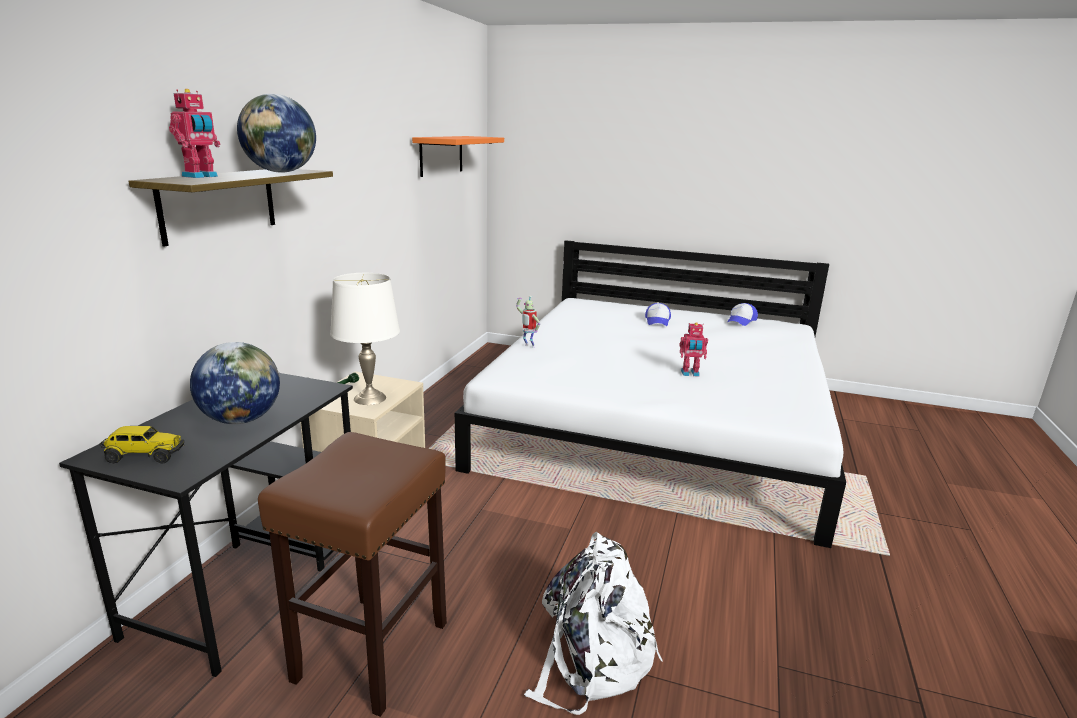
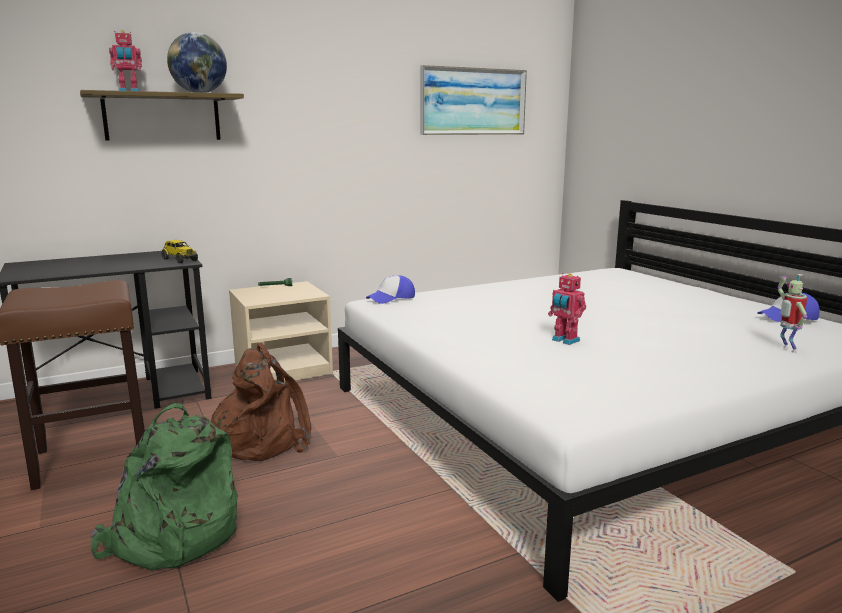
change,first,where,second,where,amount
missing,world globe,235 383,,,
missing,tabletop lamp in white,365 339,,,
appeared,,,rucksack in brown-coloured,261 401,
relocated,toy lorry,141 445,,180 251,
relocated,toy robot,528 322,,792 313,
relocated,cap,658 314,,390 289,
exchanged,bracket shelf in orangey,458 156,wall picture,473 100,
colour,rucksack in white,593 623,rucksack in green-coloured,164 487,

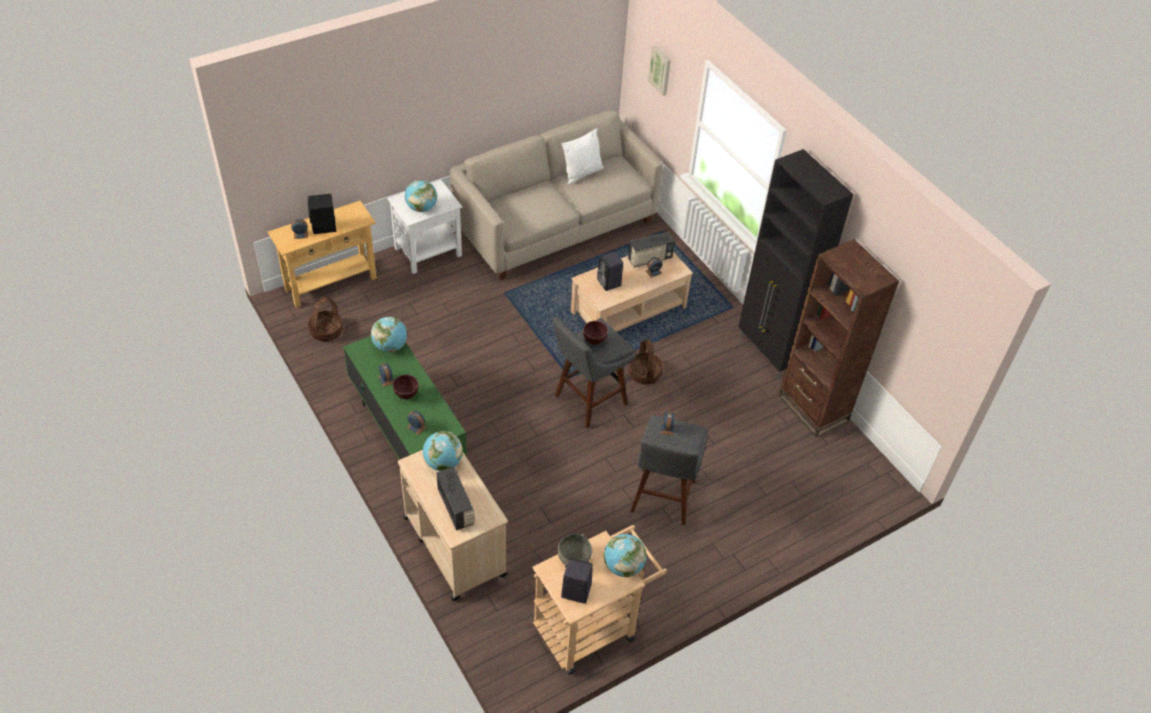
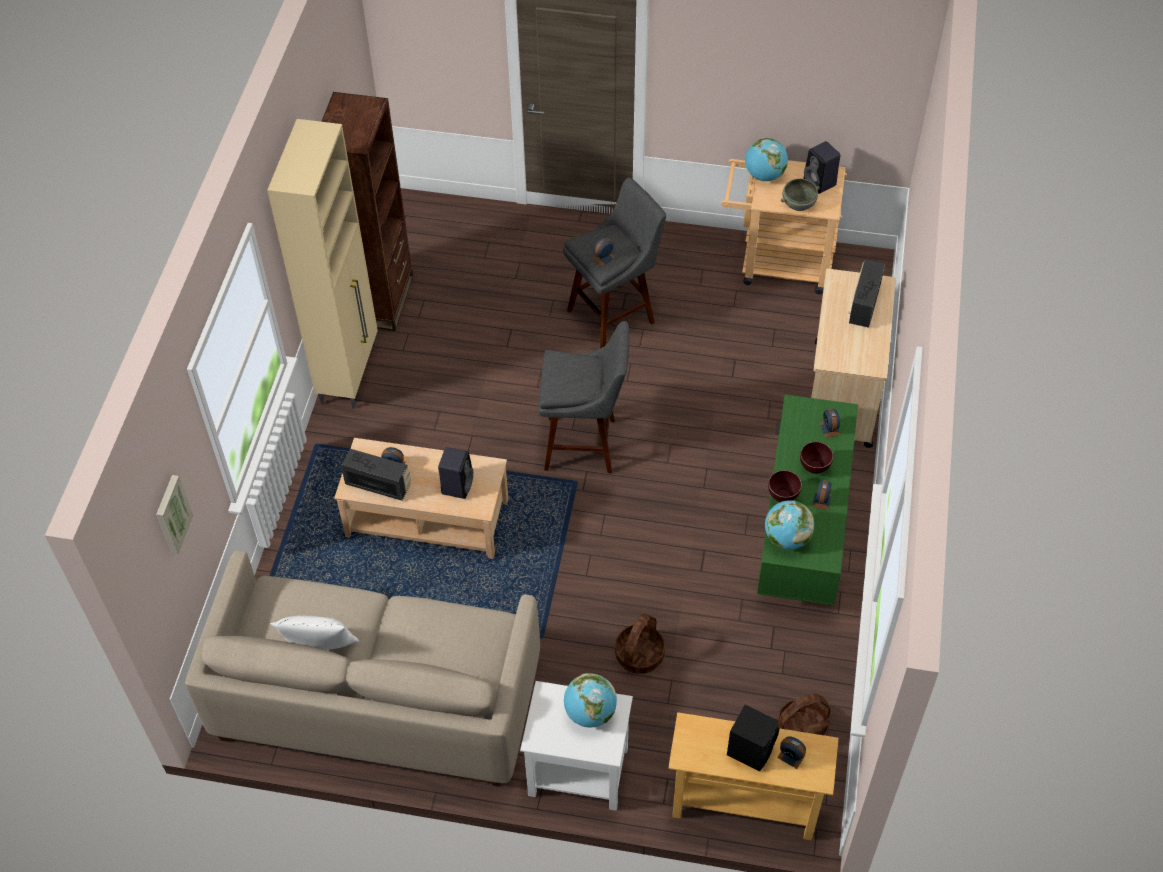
change,first,where,second,where,amount
missing,world globe,443 451,,,
relocated,deep dish in brown-coloured,595 333,,785 486,
relocated,storage basket,645 362,,640 644,
colour,cabinet in black-coloured,795 264,cabinet in sand-coloured,322 264,

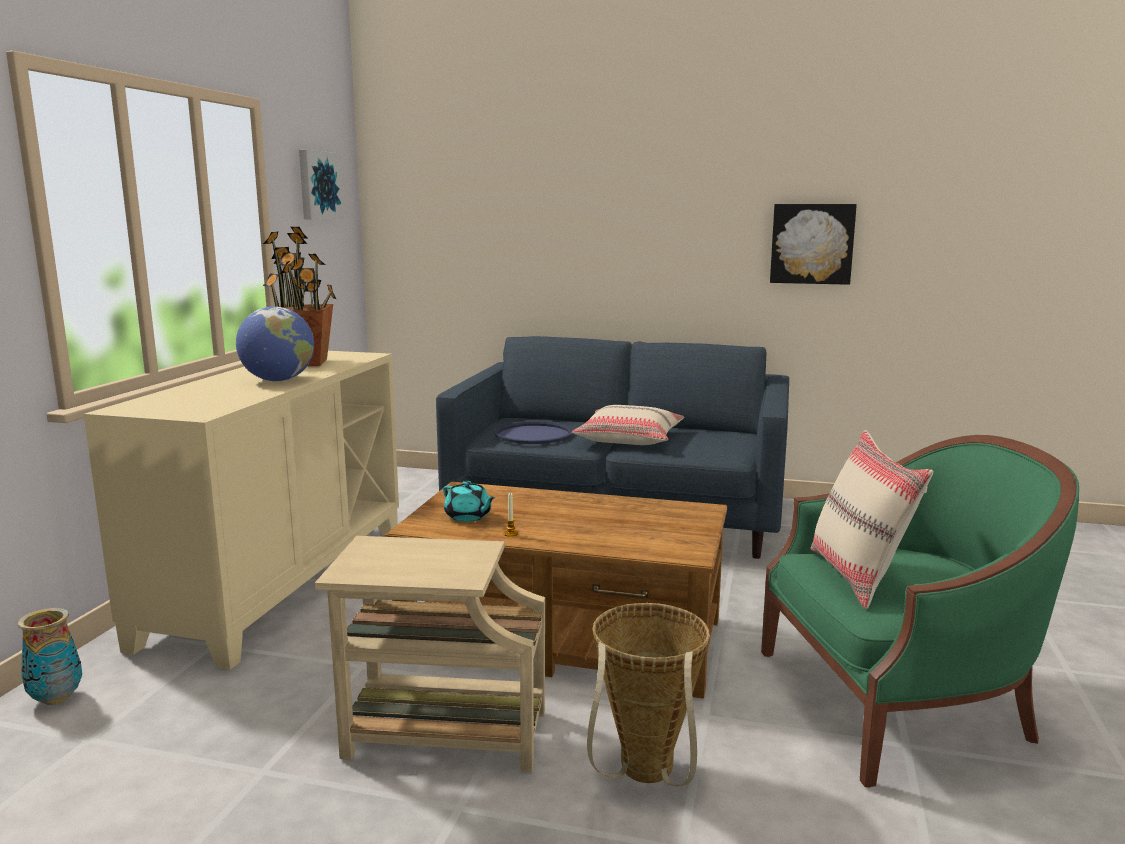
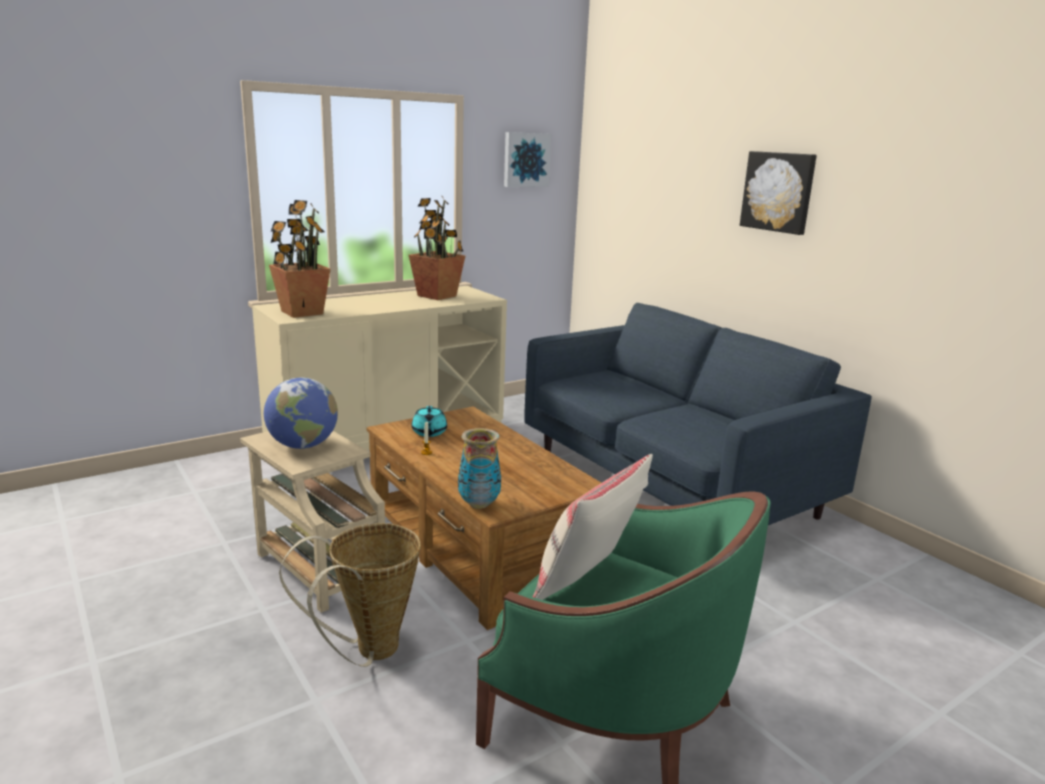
change,first,where,second,where,amount
missing,serving tray in blue,534 432,,,
missing,pillow in sand-coloured,628 425,,,
appeared,,,plant in a pot,299 259,
relocated,vase,49 656,,479 468,
relocated,world globe,275 344,,301 413,
relocated,wall picture,813 244,,778 193,

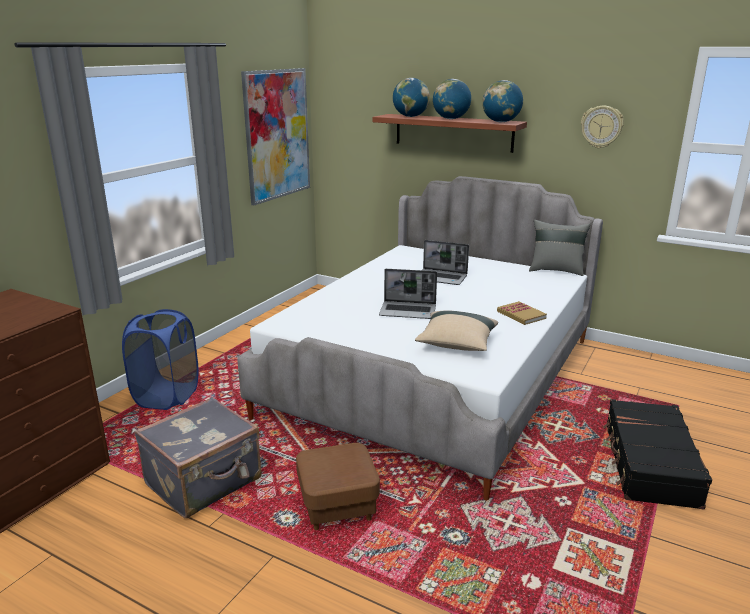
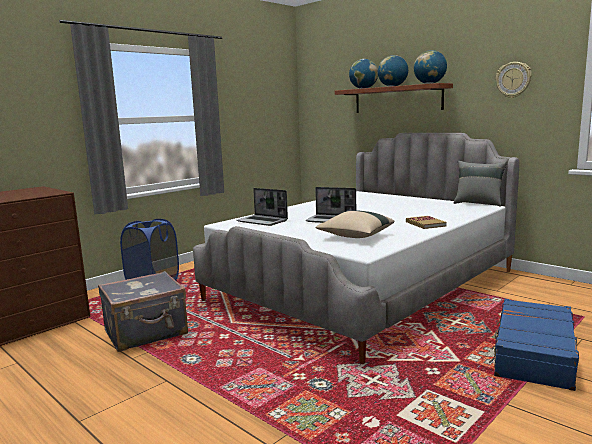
change,first,where,second,where,amount
missing,wall picture,275 136,,,
missing,ottoman in brown-coloured,338 486,,,
relocated,notebook computer,445 262,,262 207,
colour,piece of luggage in black-coloured,657 454,piece of luggage in blue,534 345,

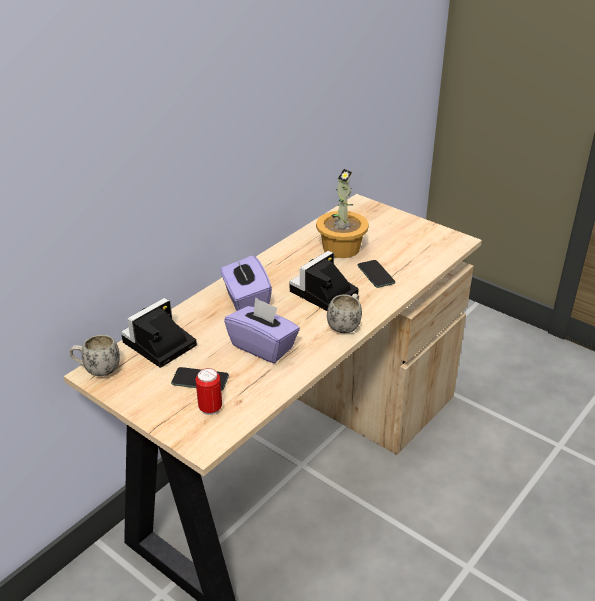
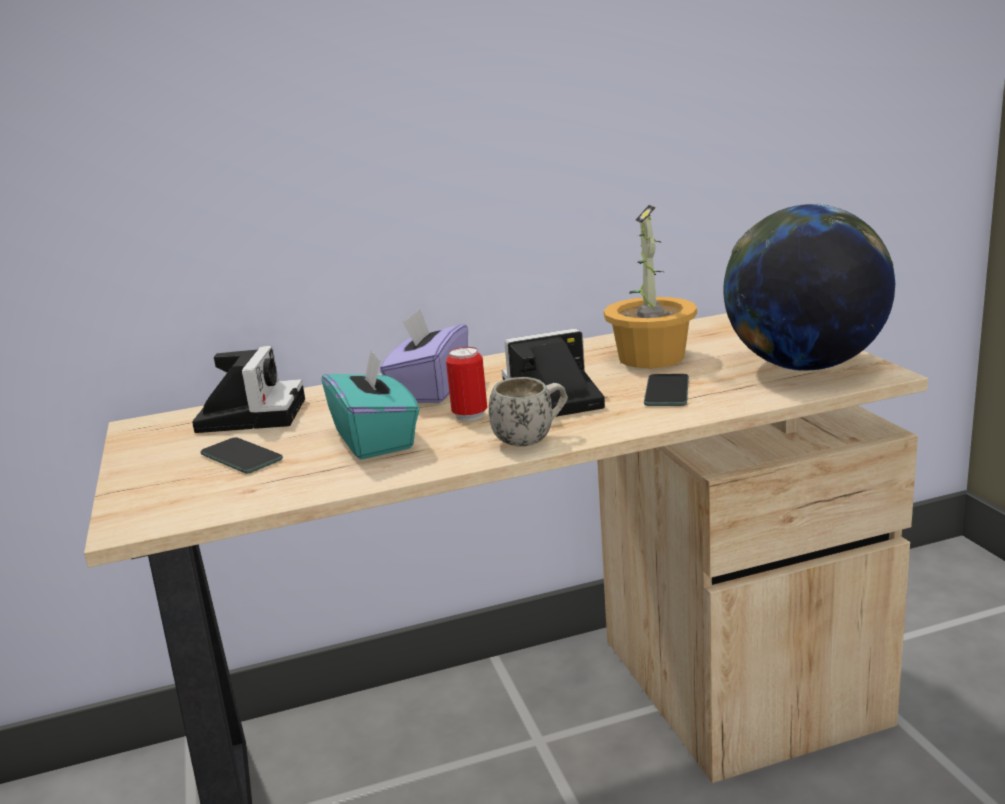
change,first,where,second,where,amount
missing,coffee mug in white,94 355,,,
appeared,,,world globe,809 287,
relocated,metal can,209 391,,466 384,
colour,box of tissues in purplish,262 330,box of tissues in turquoise-coloured,370 404,
spun,photo camera,159 333,,248 389,105 degrees clockwise

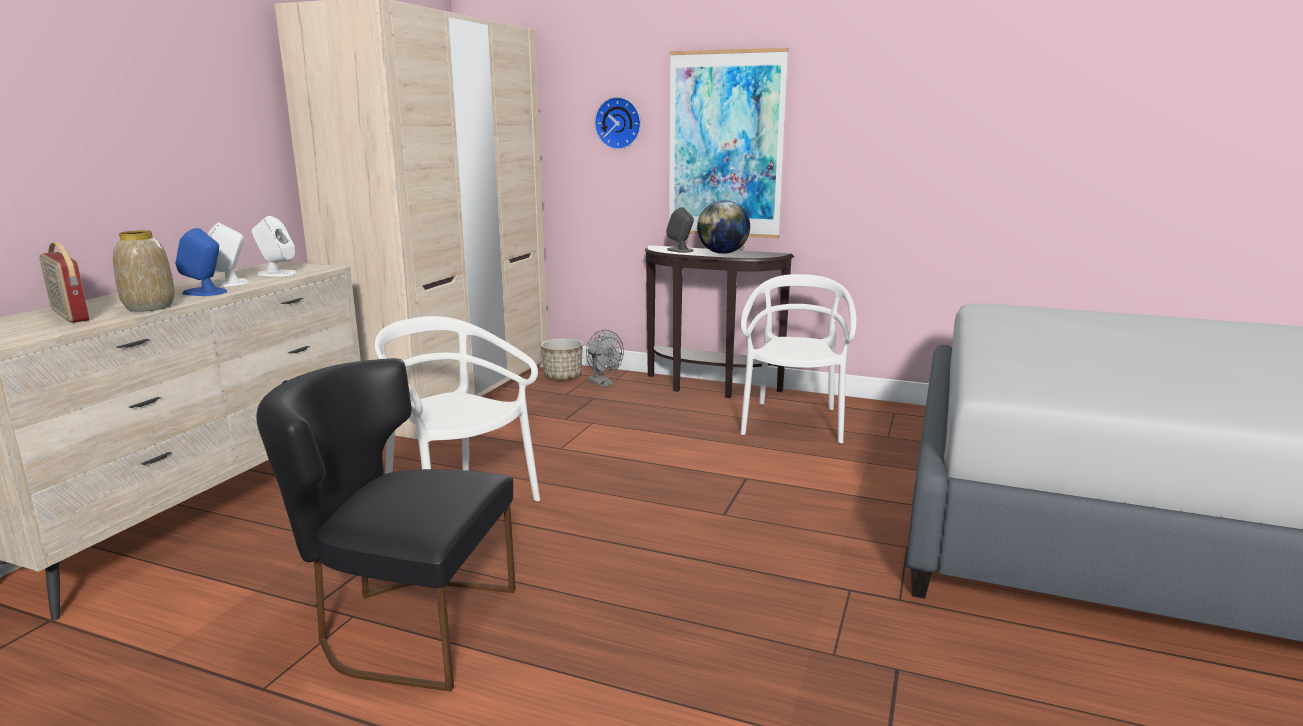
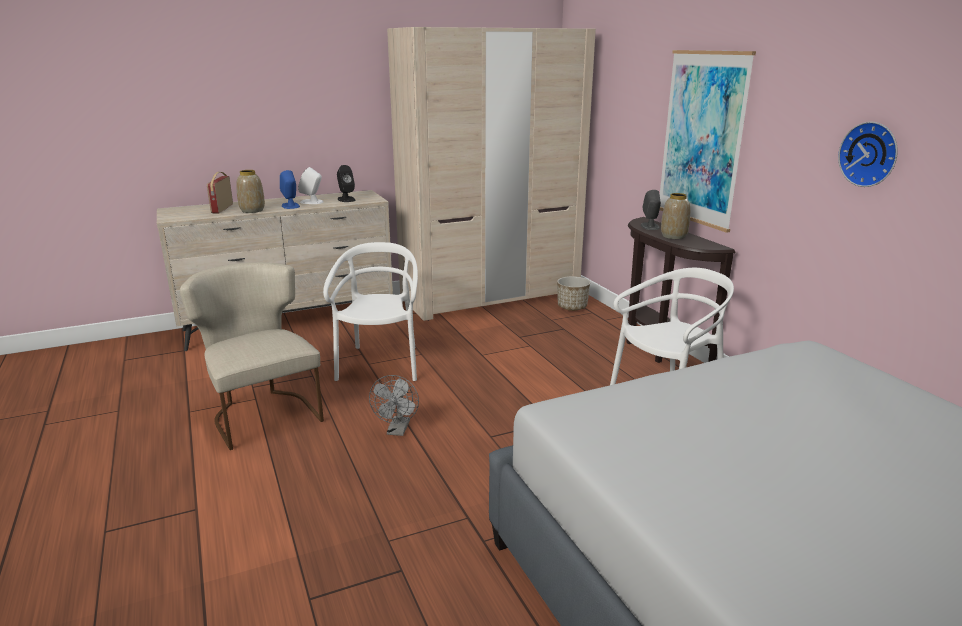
change,first,where,second,where,amount
relocated,electric fan in grey,605 358,,394 405,
relocated,clock on the wall,617 123,,868 154,
exchanged,world globe,723 227,vase,675 216,
colour,audio speaker in white,274 246,audio speaker in black-coloured,346 183,
colour,chair in black-coloured,386 524,chair in sand-coloured,252 356,

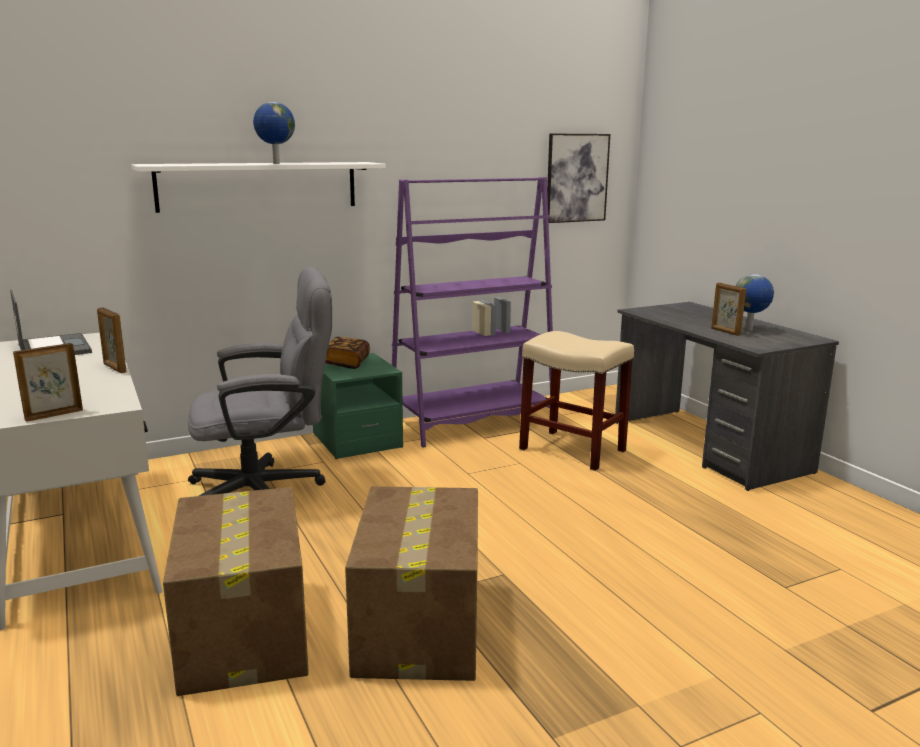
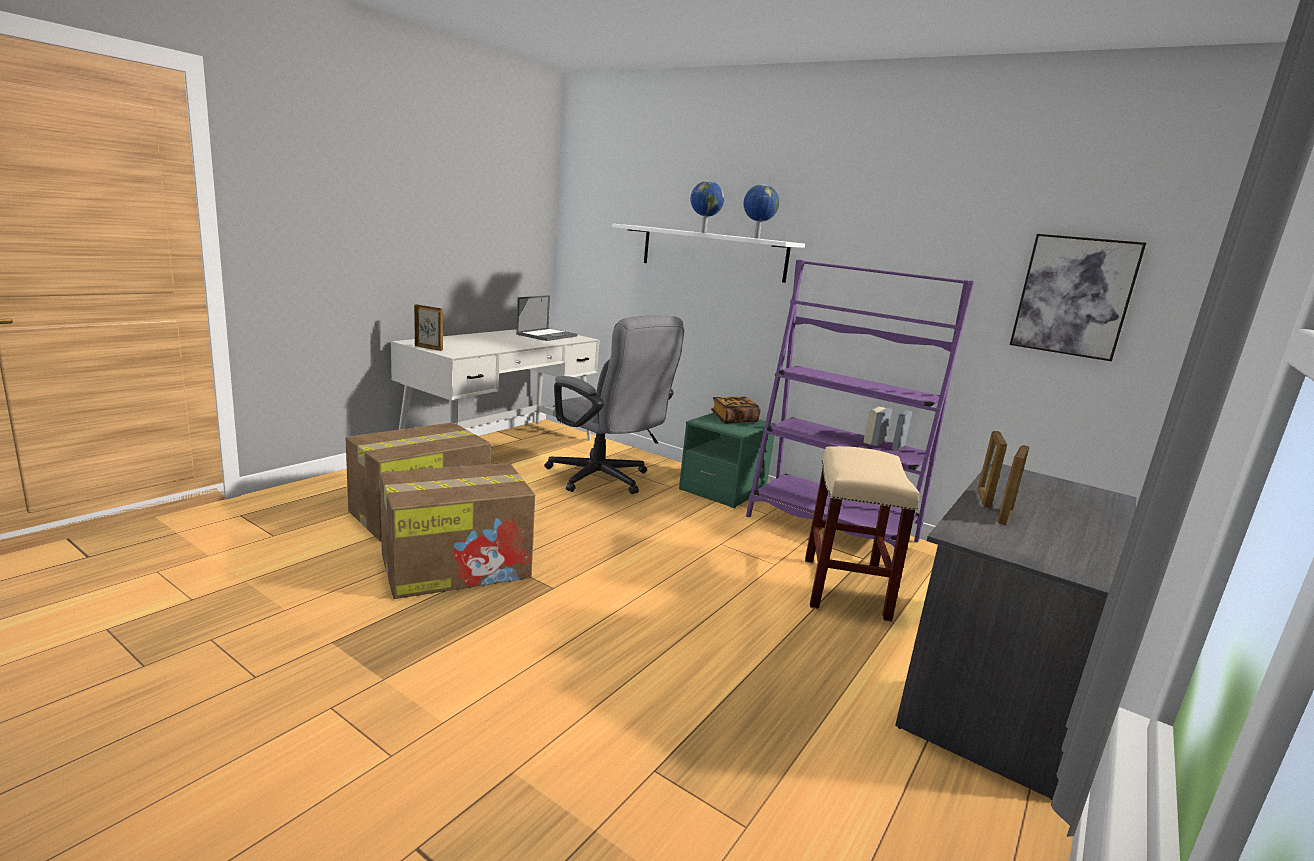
change,first,where,second,where,amount
relocated,picture frame,111 340,,992 469,
relocated,world globe,754 302,,761 211,

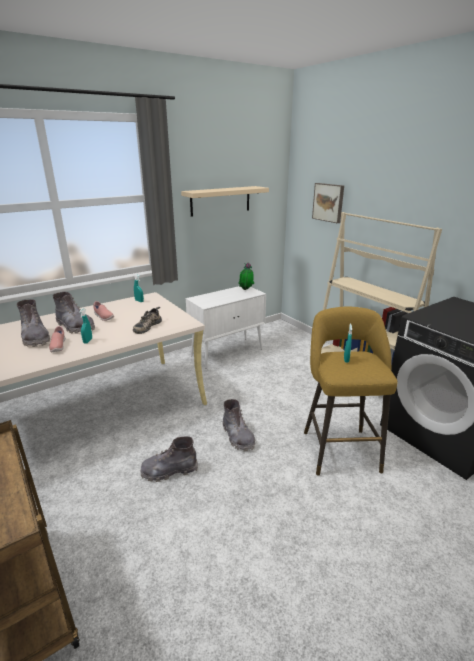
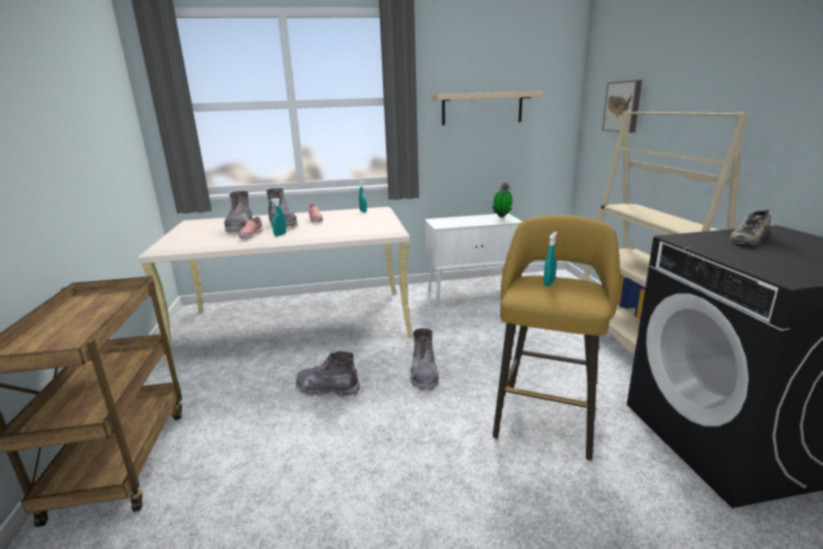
change,first,where,second,where,amount
relocated,item of footwear,147 320,,750 228,

